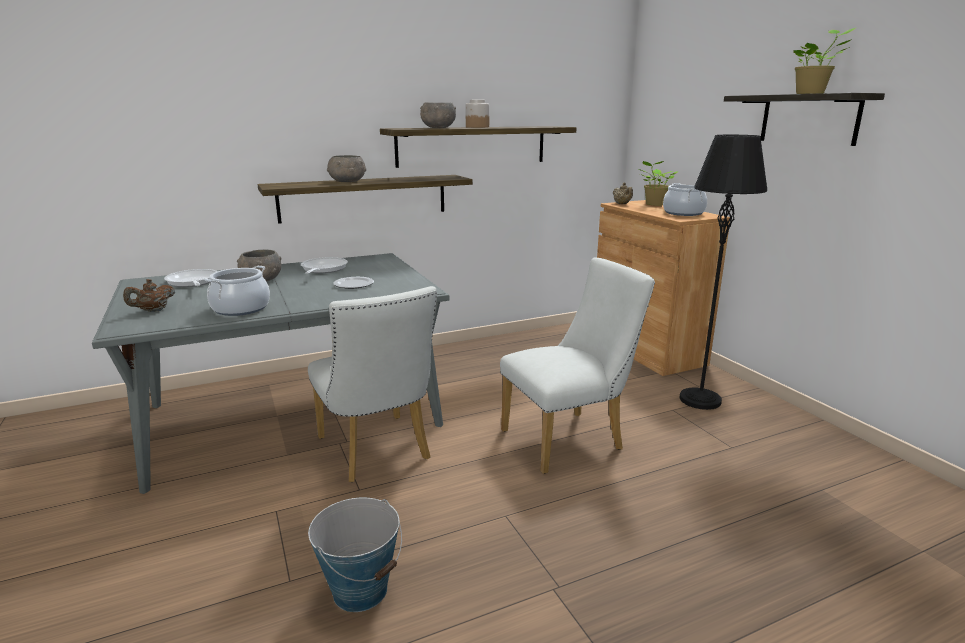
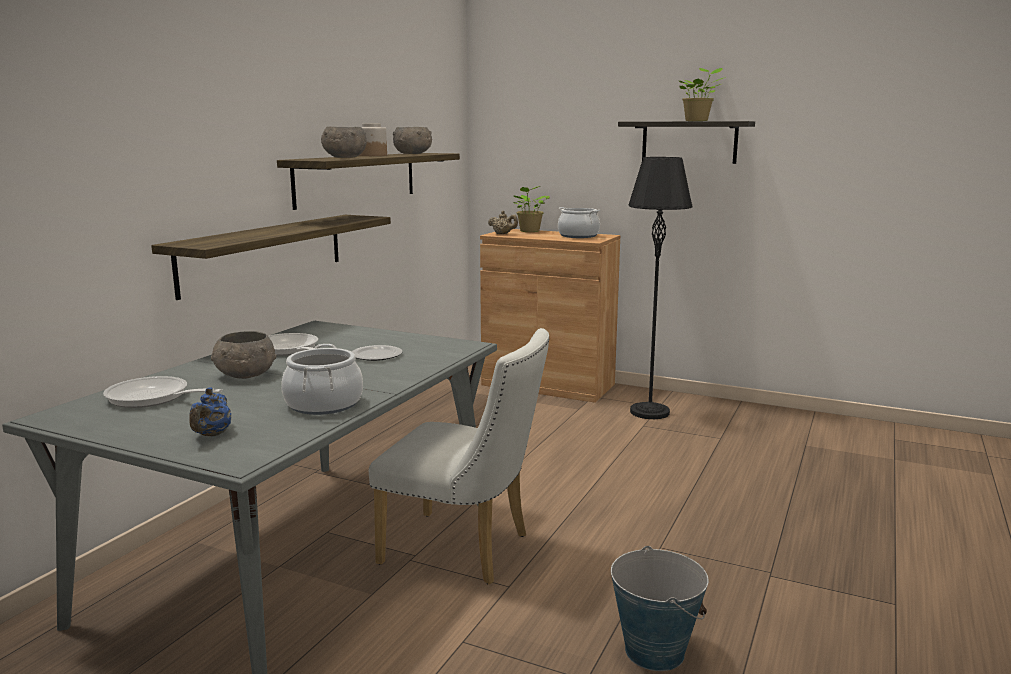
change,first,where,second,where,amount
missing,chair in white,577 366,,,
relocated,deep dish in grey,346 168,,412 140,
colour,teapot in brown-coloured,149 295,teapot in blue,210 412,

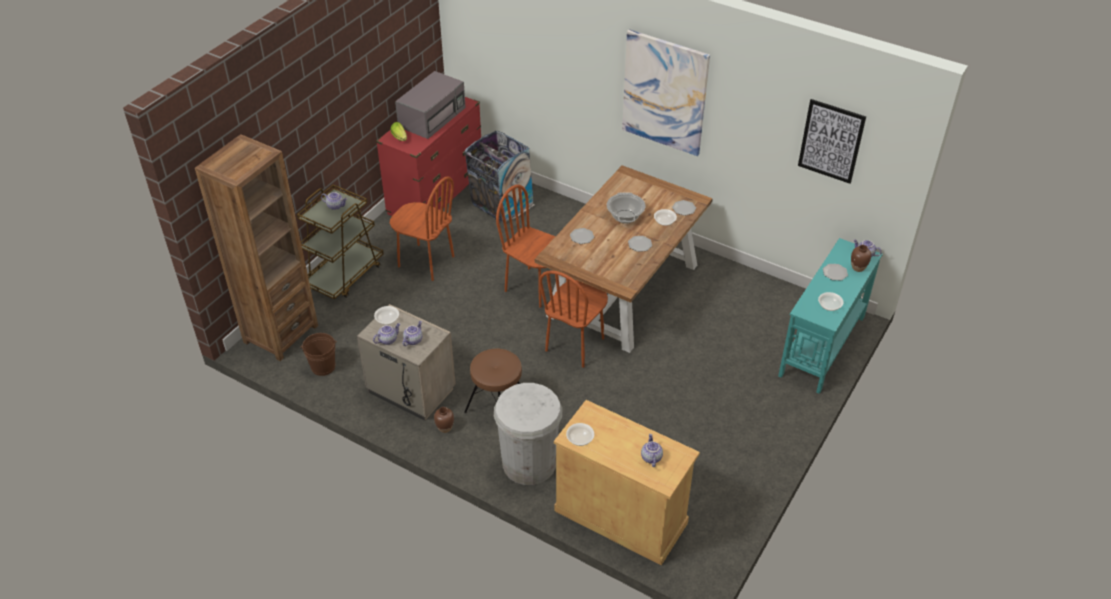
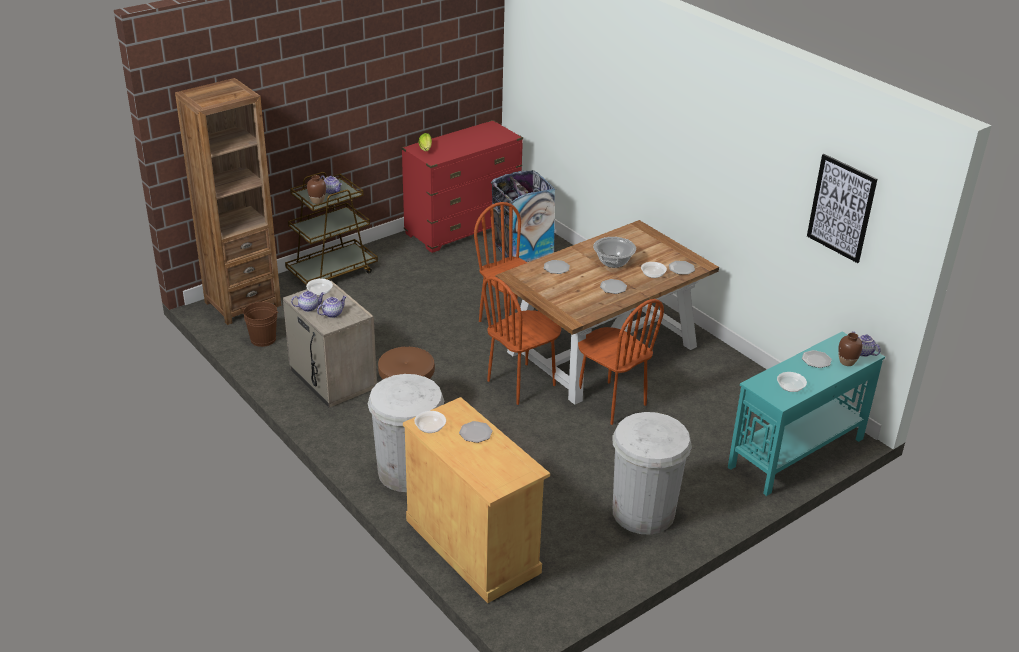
change,first,where,second,where,amount
missing,microwave in grey,430 105,,,
missing,wall picture,666 92,,,
missing,teapot,652 450,,,
appeared,,,flat dish,476 432,
appeared,,,waste bin in white,652 473,
relocated,chair in brown-coloured,422 228,,621 362,
relocated,vase in brown-coloured,444 420,,316 189,

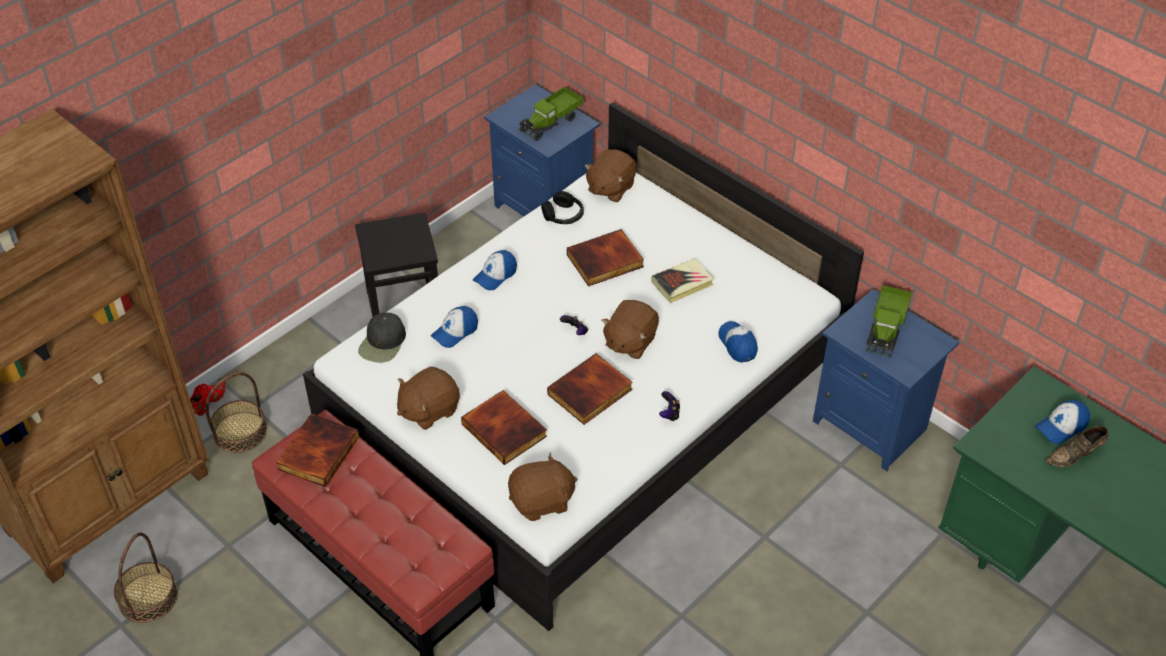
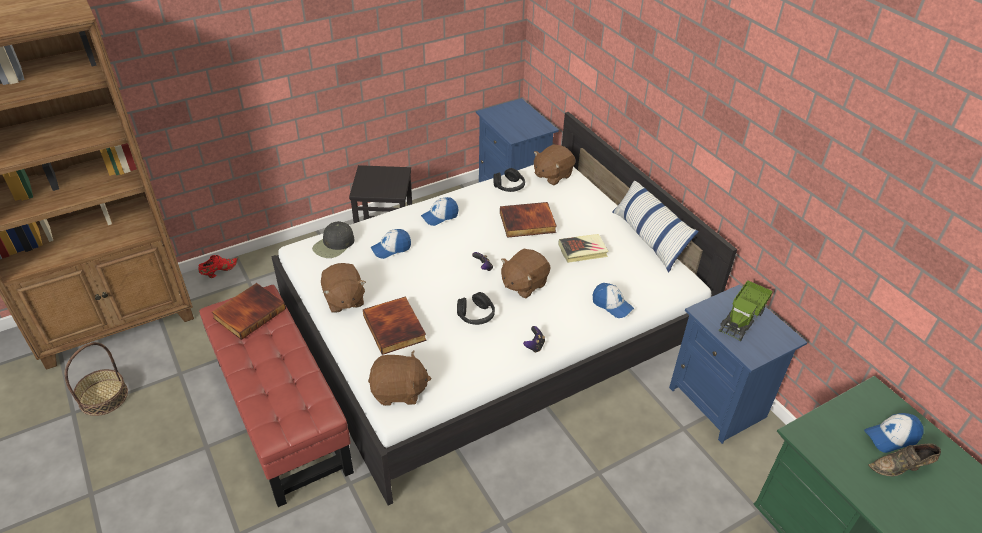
change,first,where,second,where,amount
missing,storage basket,236 412,,,
missing,toy lorry,551 113,,,
appeared,,,pillow,655 226,
exchanged,bound book,590 389,pair of headphones in black-coloured,476 308,
spun,soft toy in brown-coloured,428 398,,343 288,90 degrees counterclockwise
spun,cap,738 342,,613 300,135 degrees clockwise

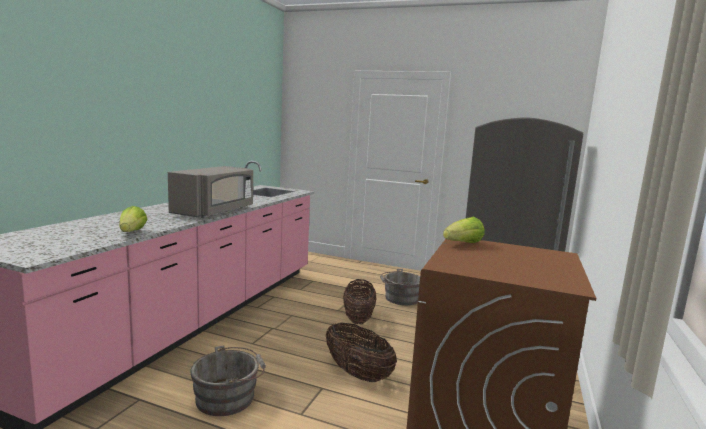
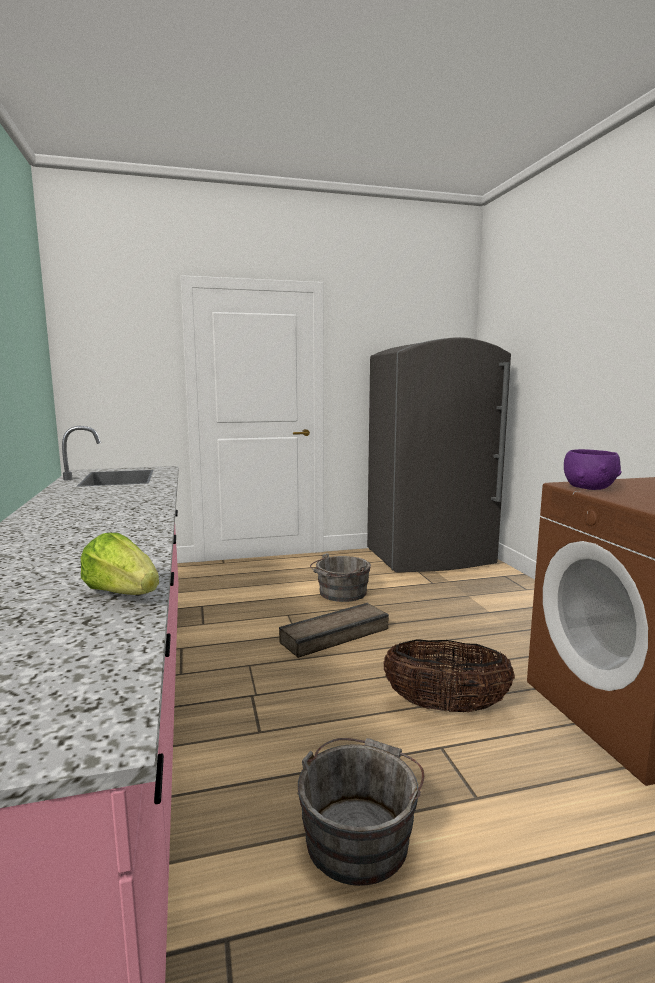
change,first,where,second,where,amount
missing,microwave in grey,210 192,,,
exchanged,storage basket,360 301,crate,334 630,
exchanged,lettuce head,464 230,deep dish in purplish,593 469,

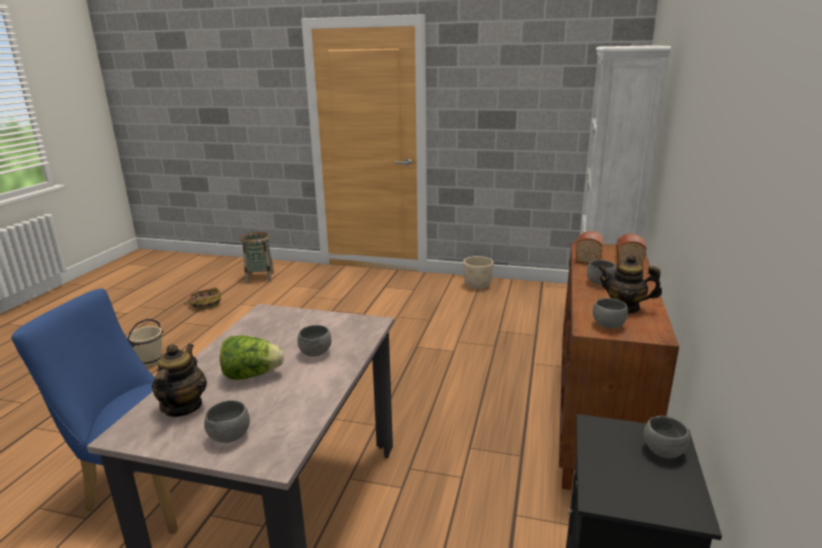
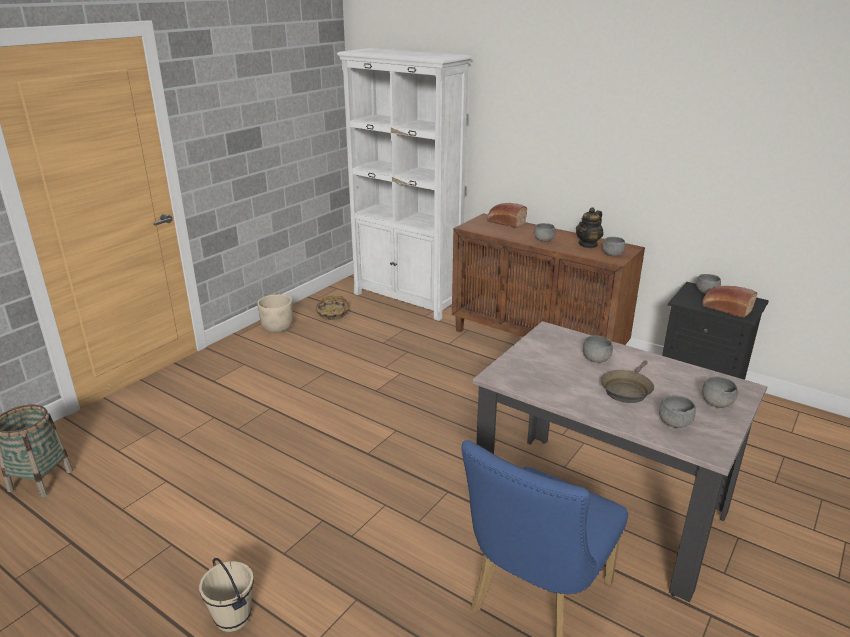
change,first,where,second,where,amount
relocated,storage basket,202 298,,332 308,
relocated,baked bread,590 247,,729 302,
exchanged,teapot,179 380,deep dish in grey,677 411,
exchanged,lettuce head,252 358,frying pan in brown-coloured,627 381,

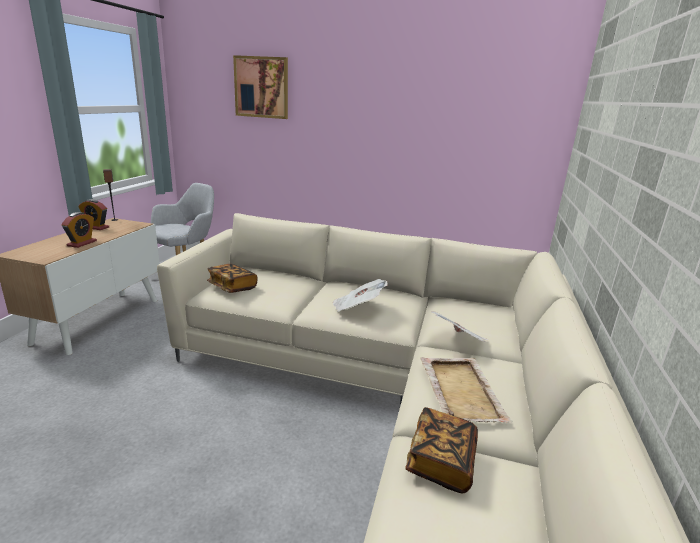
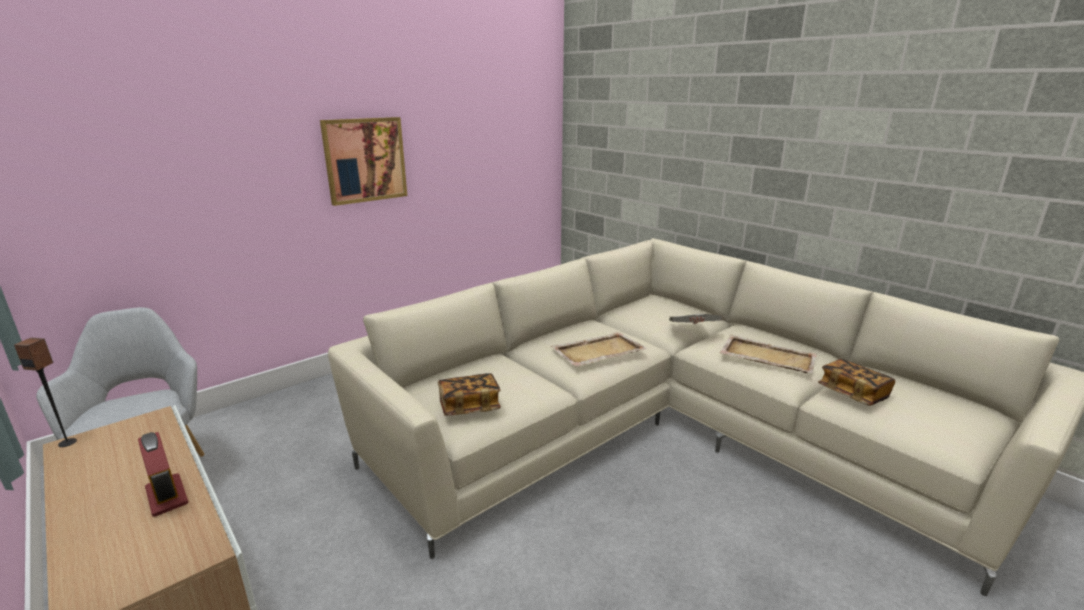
change,first,where,second,where,amount
missing,table clock,93 214,,,
relocated,wall picture,260 87,,363 161,
exchanged,newspaper,360 295,serving tray in sand-coloured,599 349,

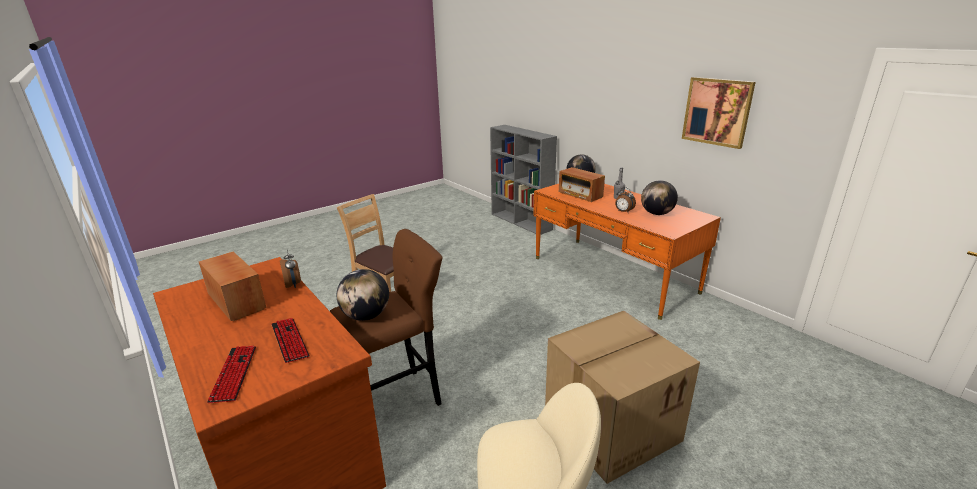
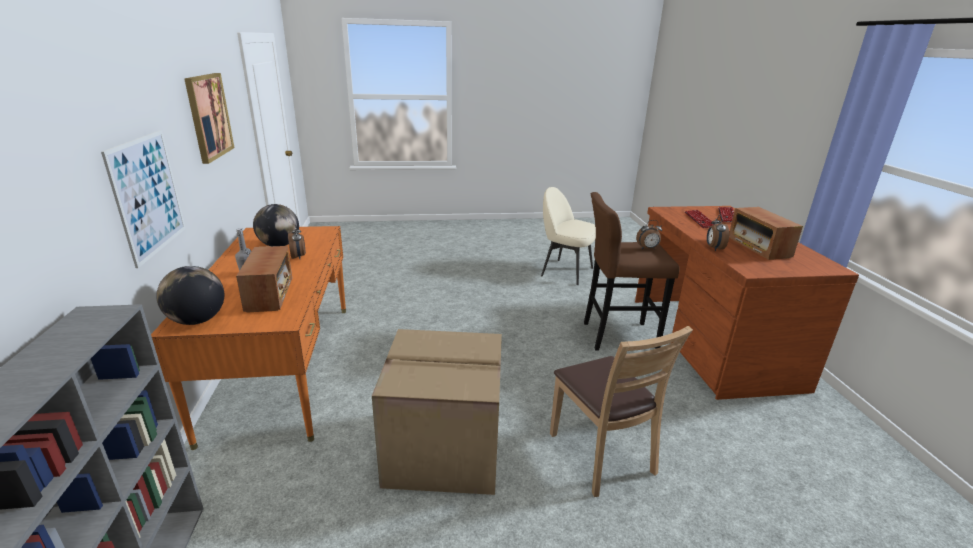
change,first,where,second,where,amount
appeared,,,wall picture,143 199,
relocated,carton,622 397,,437 412,
exchanged,world globe,363 295,table clock,649 234,

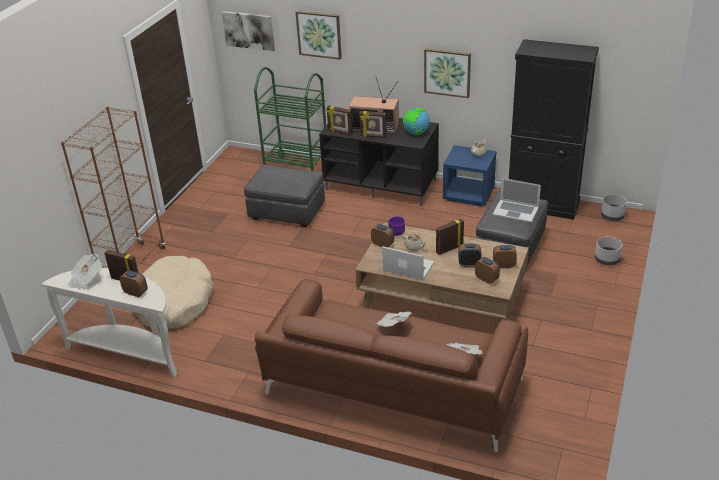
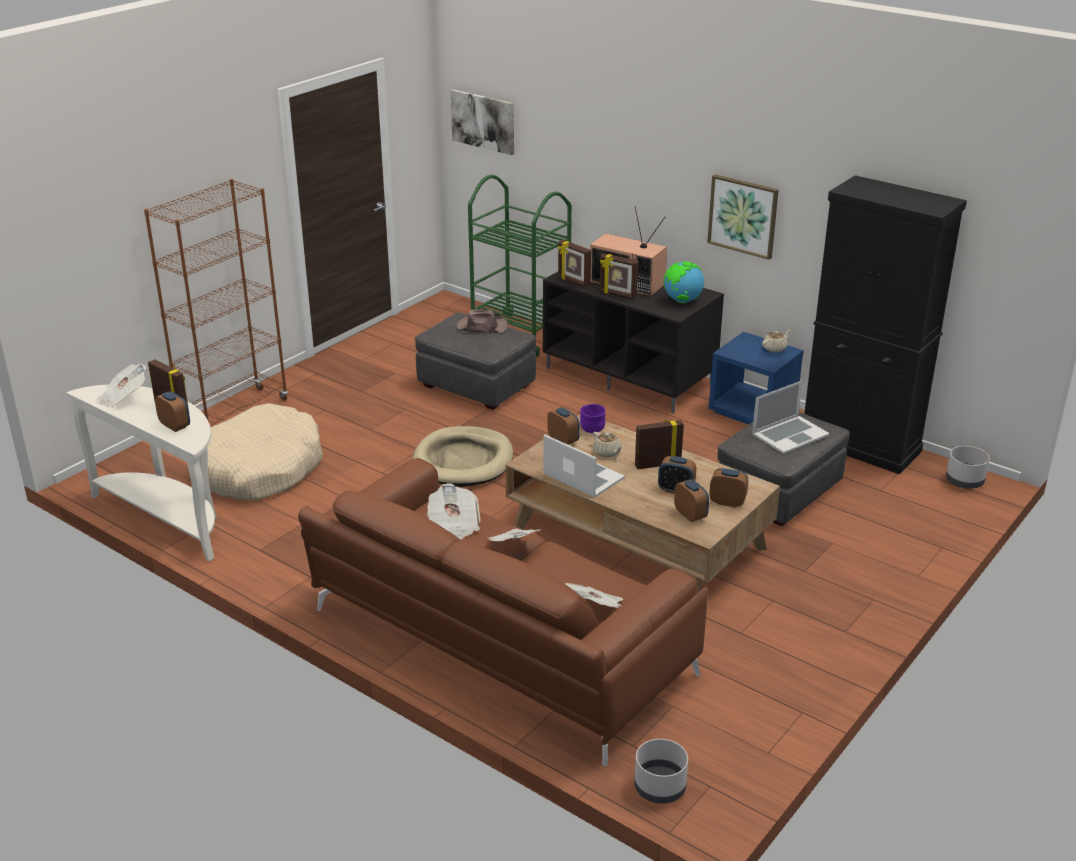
change,first,where,second,where,amount
missing,wall picture,319 35,,,
appeared,,,pet bed in sand-coloured,462 456,
appeared,,,newspaper,453 511,
appeared,,,wearable hat in brown-coloured,482 321,
relocated,flower pot in grey,609 250,,661 771,
spun,notebook computer,517 200,,791 417,75 degrees counterclockwise

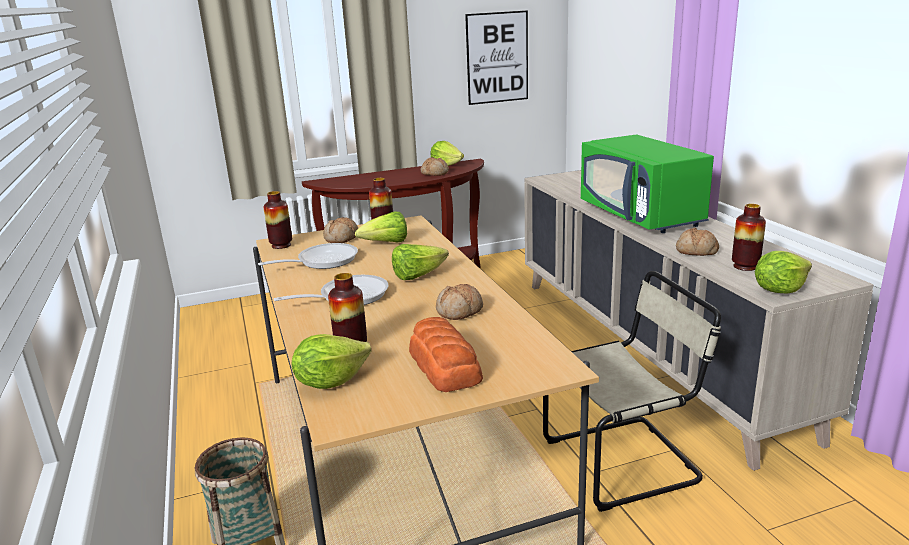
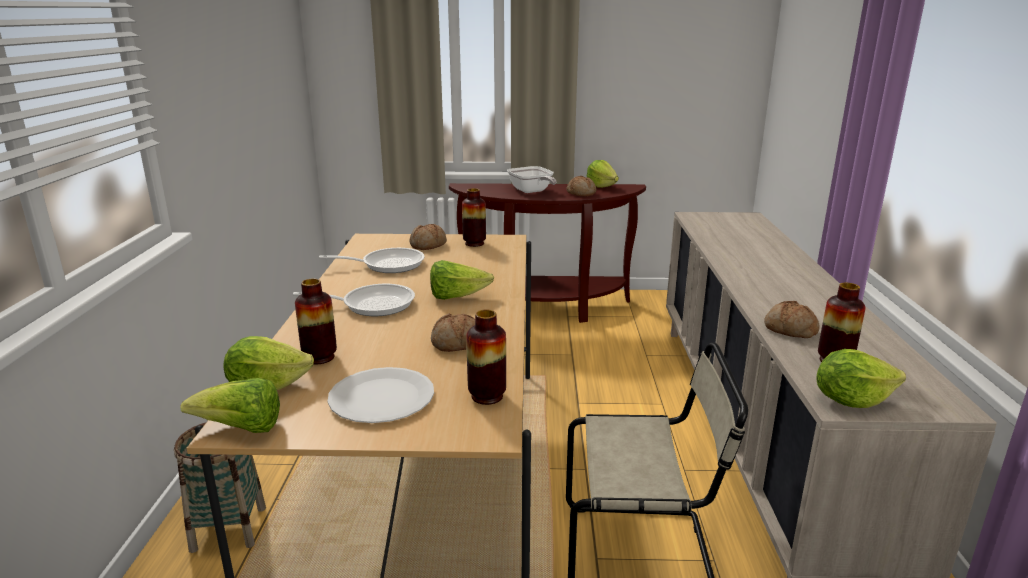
change,first,where,second,where,amount
missing,wall picture,496 58,,,
missing,microwave in green-coloured,647 183,,,
appeared,,,frying pan,532 179,
relocated,vase,277 220,,486 357,
relocated,lettuce head,381 227,,230 405,
exchanged,baked bread,446 354,flat dish in white,380 395,

